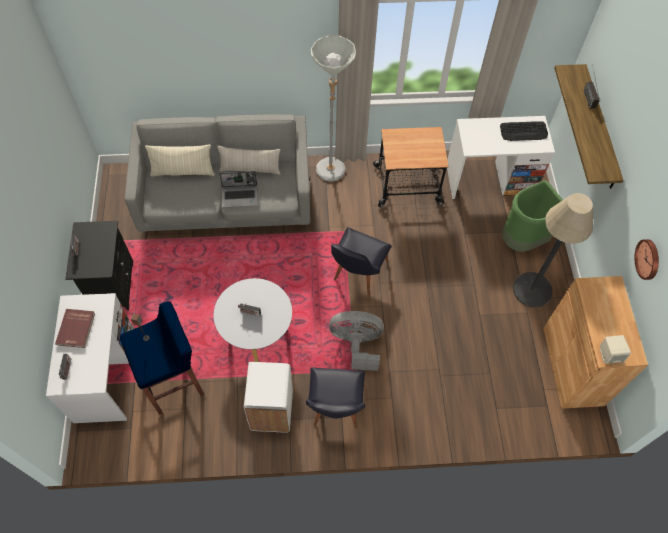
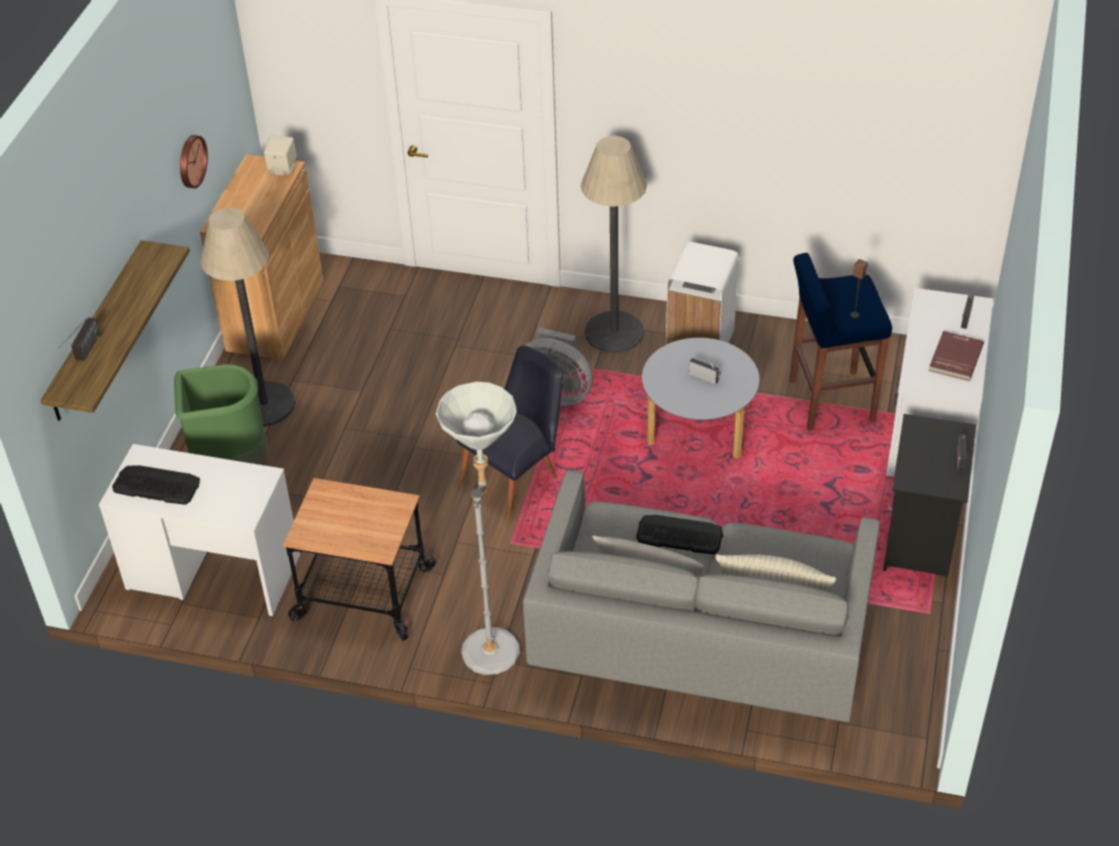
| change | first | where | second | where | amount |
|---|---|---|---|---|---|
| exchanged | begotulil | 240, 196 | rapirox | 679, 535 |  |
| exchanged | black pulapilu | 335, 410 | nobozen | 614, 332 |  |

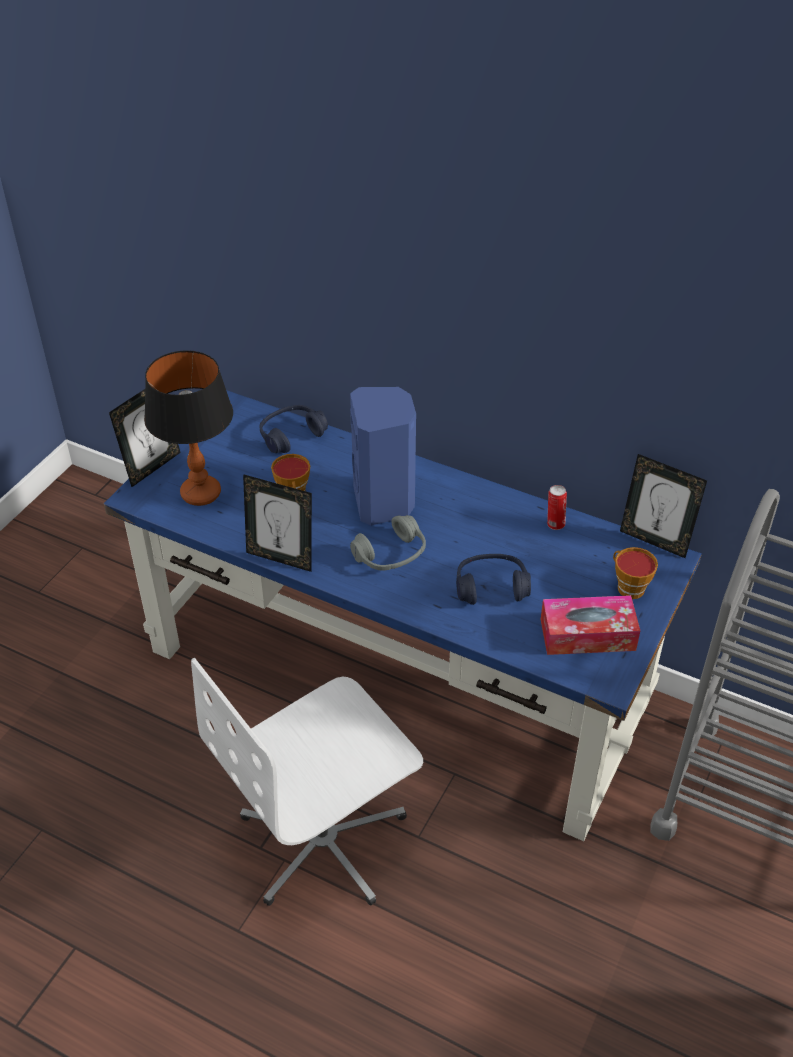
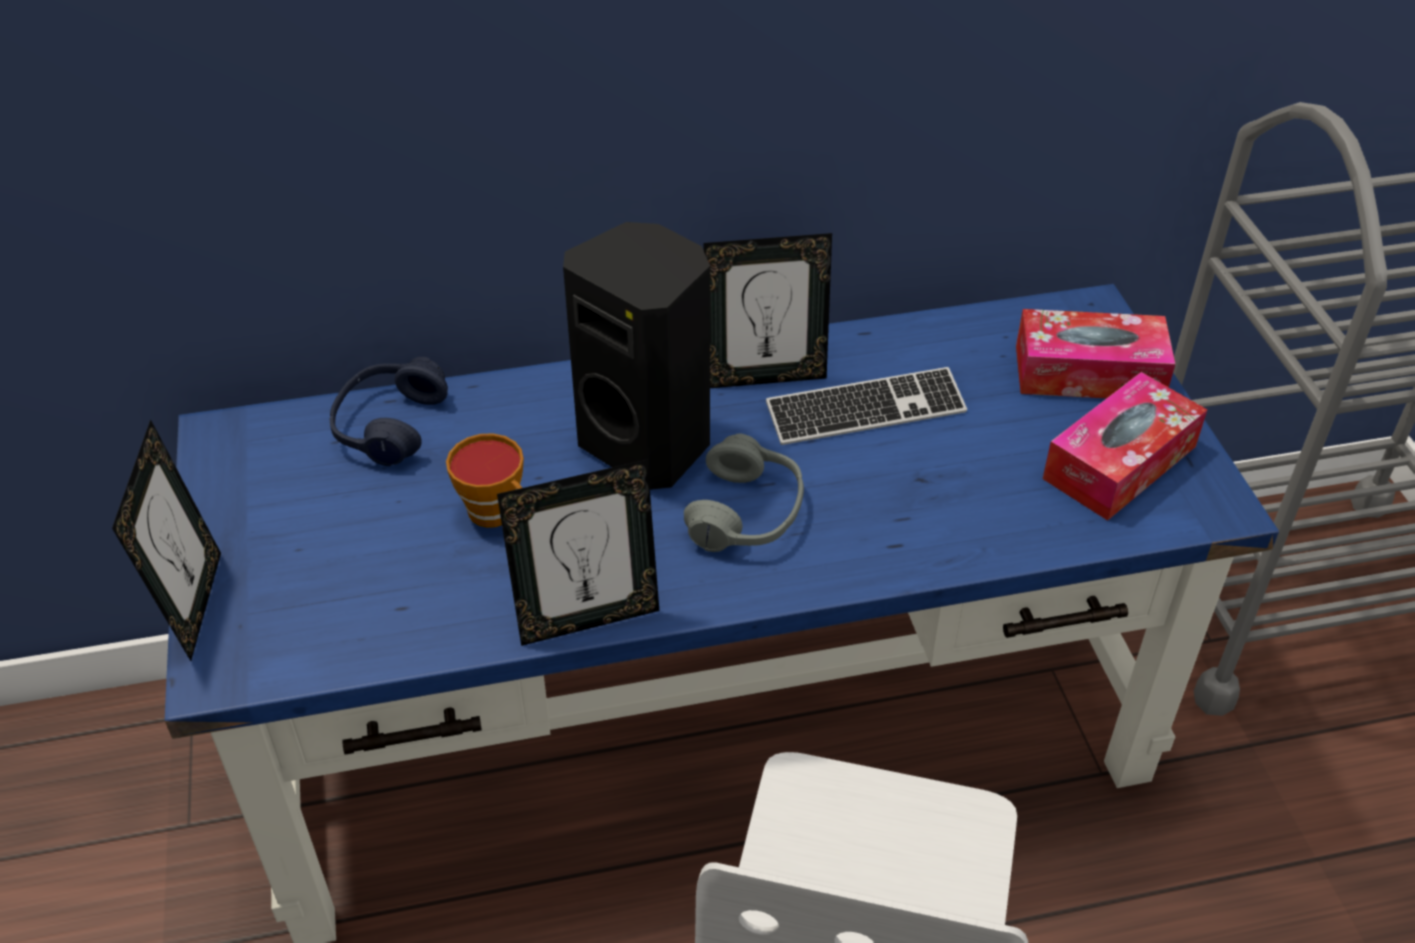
| change | first | where | second | where | amount |
|---|---|---|---|---|---|
| missing | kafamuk | 201, 494 |  |  |  |
| colour | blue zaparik | 384, 502 | black zaparik | 648, 444 |  |
| relocated | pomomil | 654, 541 |  | 765, 376 |  |
| missing | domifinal | 554, 524 |  |  |  |
| exchanged | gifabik | 628, 587 | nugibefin | 1088, 373 |  |
| missing | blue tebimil | 491, 587 |  |  |  |
| appeared |  |  | rapirox | 866, 410 |  |

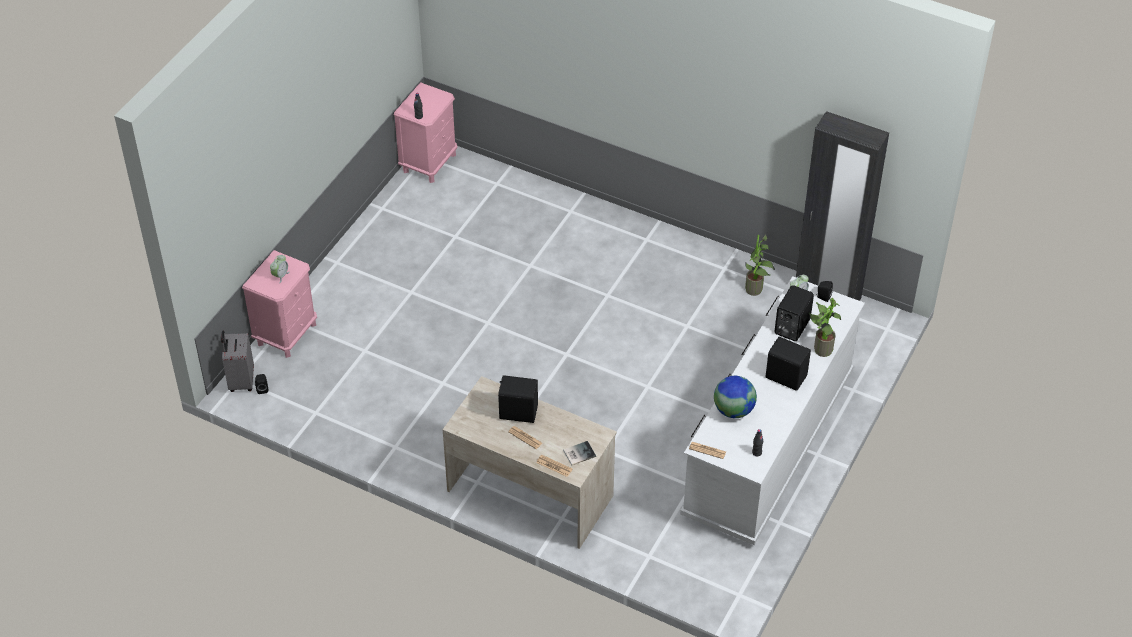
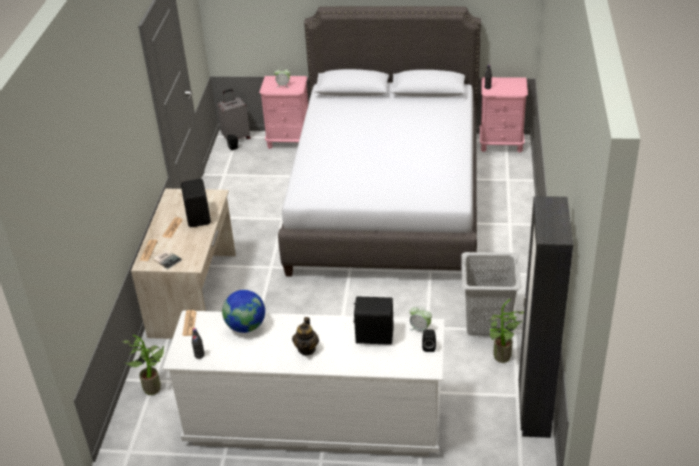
| change | first | where | second | where | amount |
|---|---|---|---|---|---|
| relocated | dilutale | 820, 349 |  | 153, 387 |  |
| exchanged | black zaparik | 785, 376 | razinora | 307, 349 |  |
| appeared |  |  | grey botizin | 386, 199 |  |
| appeared |  |  | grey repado | 488, 322 |  |

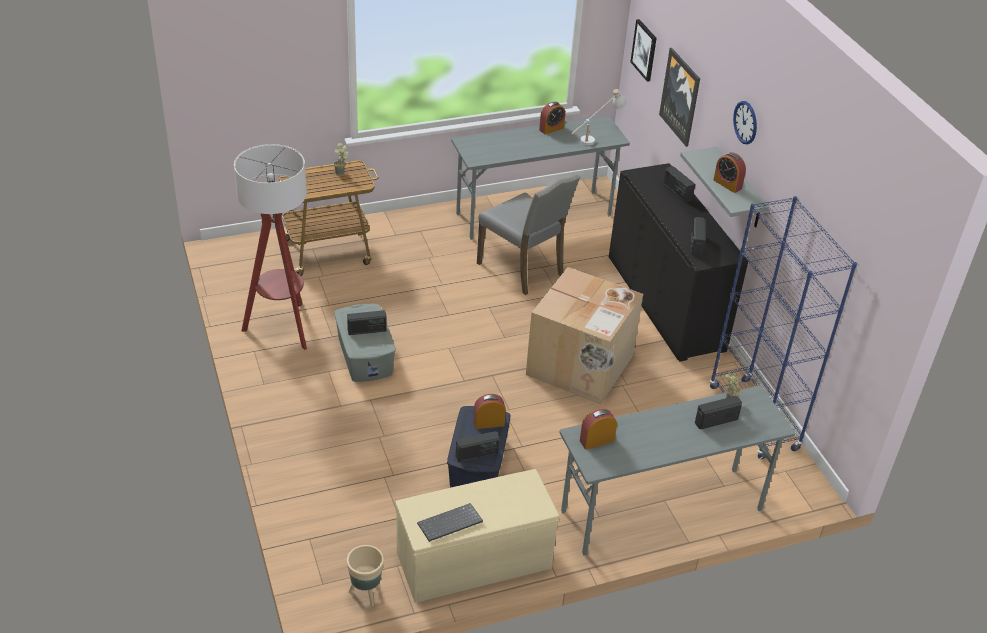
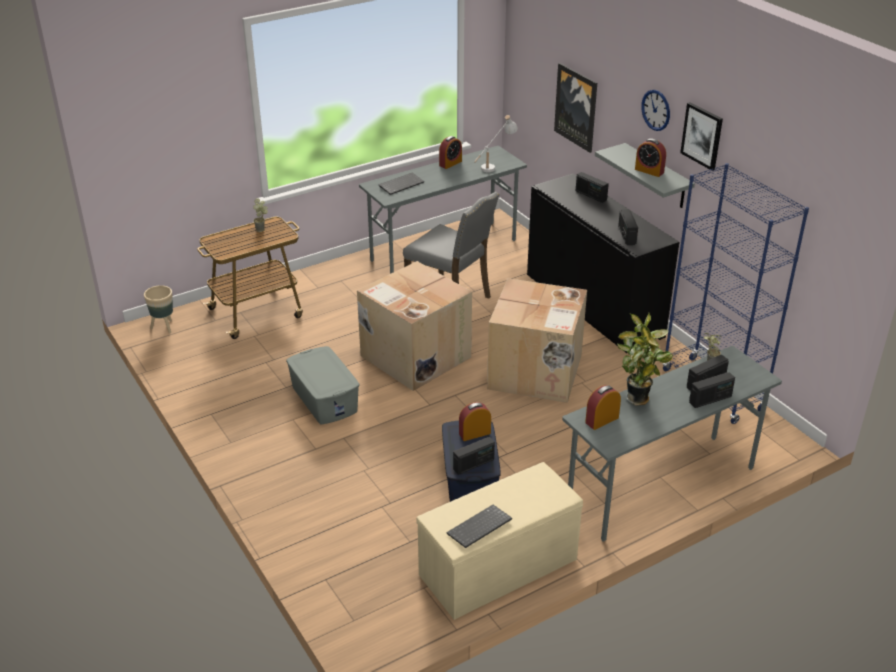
| change | first | where | second | where | amount |
|---|---|---|---|---|---|
| relocated | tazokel | 644, 50 |  | 702, 135 |  |
| missing | nobozen | 282, 327 |  |  |  |
| relocated | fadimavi | 367, 330 |  | 710, 399 |  |
| relocated | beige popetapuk | 366, 593 |  | 164, 327 |  |
| appeared |  |  | rapirox | 401, 184 |  |
| appeared |  |  | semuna | 413, 356 |  |
| appeared |  |  | dilutale | 639, 400 |  |

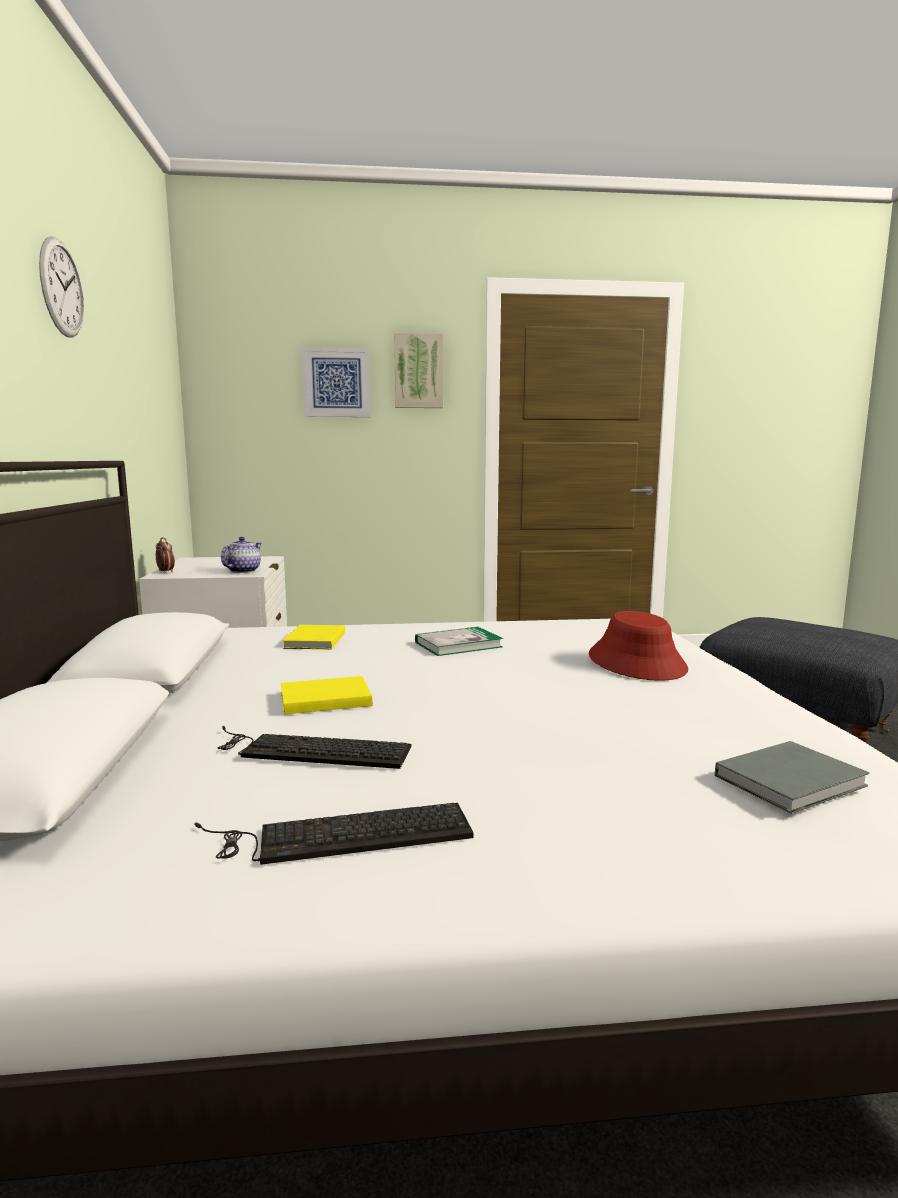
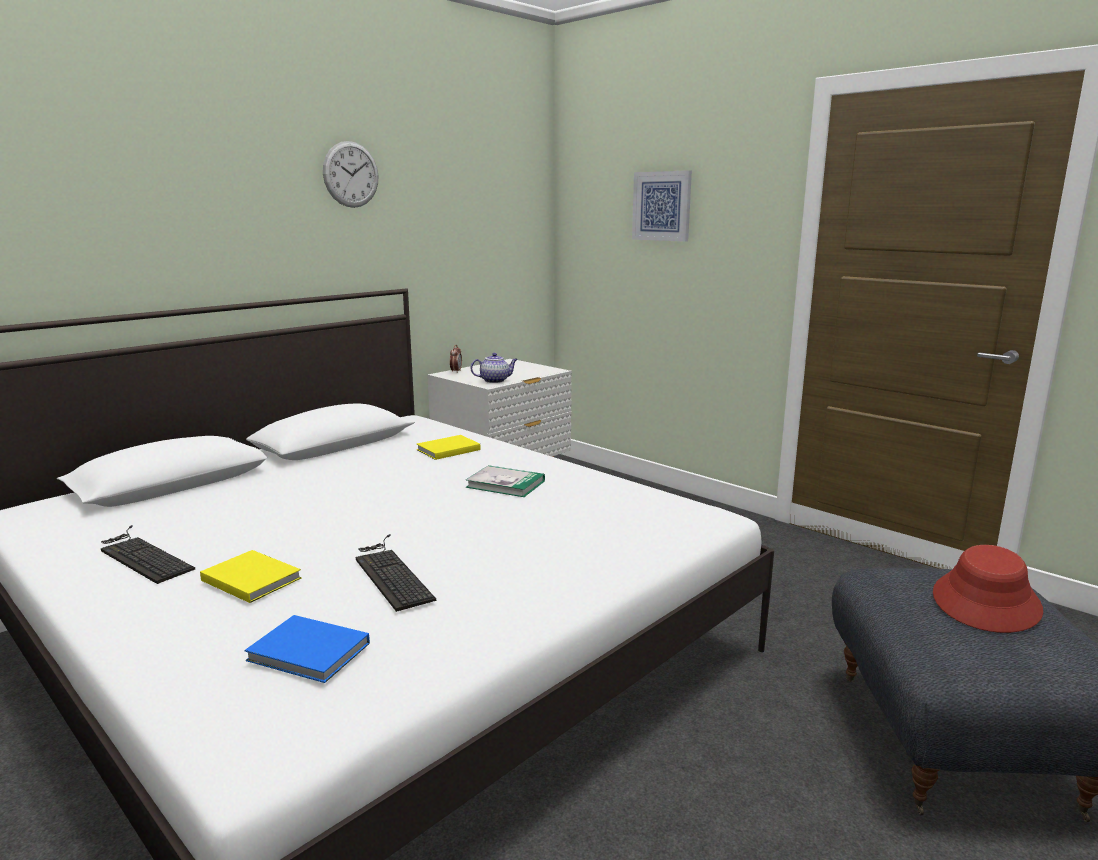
| change | first | where | second | where | amount |
|---|---|---|---|---|---|
| missing | tazokel | 418, 371 |  |  |  |
| relocated | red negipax | 637, 662 |  | 986, 602 |  |
| relocated | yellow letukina | 323, 699 |  | 251, 578 |  |
| relocated | rapirox | 308, 750 |  | 390, 572 |  |
| colour | grey letukina | 794, 781 | blue letukina | 310, 653 |  |

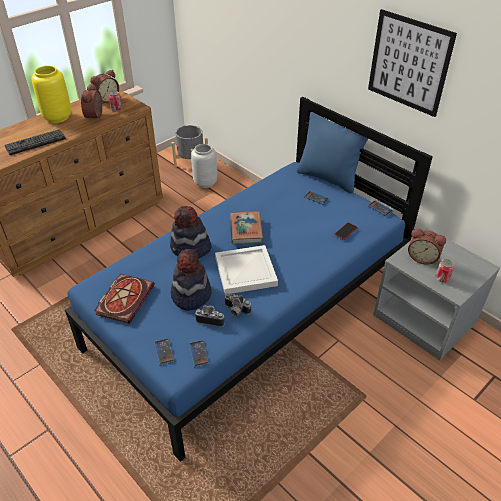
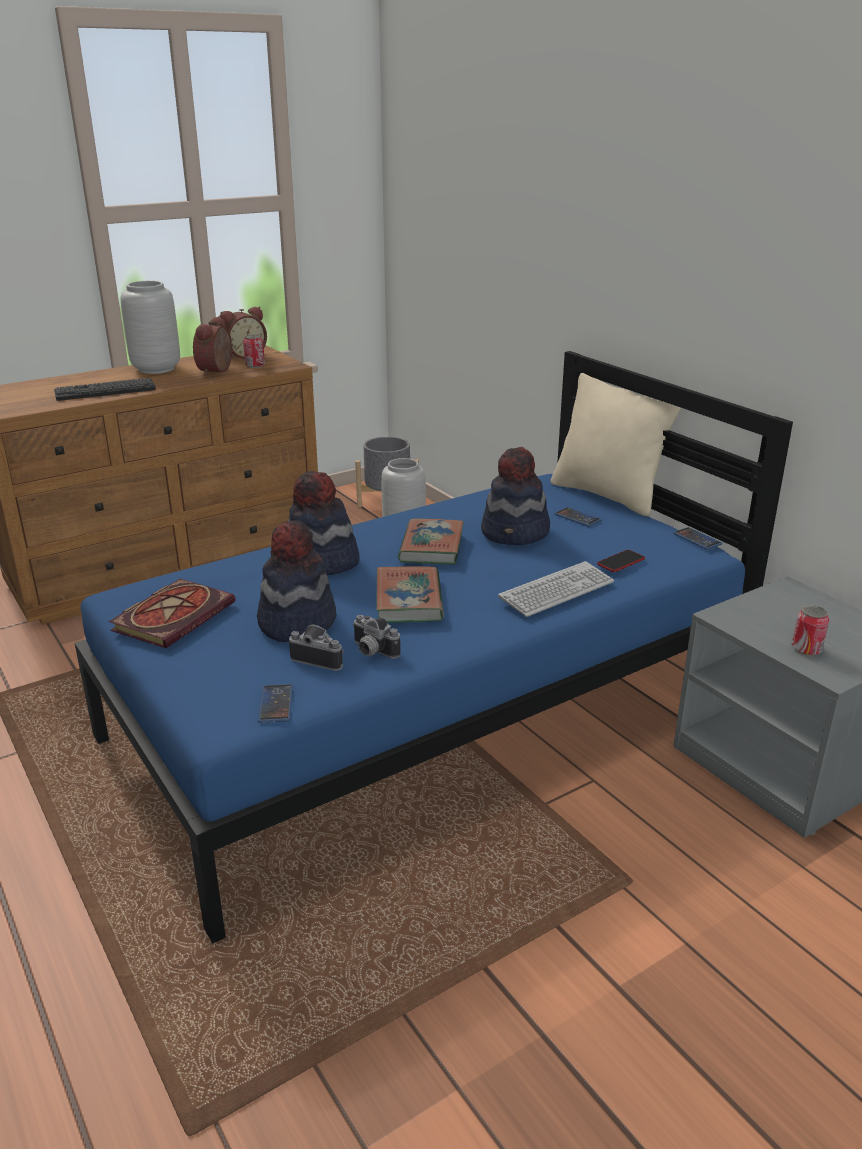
| change | first | where | second | where | amount |
|---|---|---|---|---|---|
| missing | tazokel | 409, 63 |  |  |  |
| colour | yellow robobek | 58, 117 | grey robobek | 157, 369 |  |
| colour | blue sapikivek | 328, 178 | beige sapikivek | 608, 495 |  |
| missing | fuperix | 422, 257 |  |  |  |
| exchanged | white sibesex | 245, 272 | letukina | 409, 600 |  |
| missing | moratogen | 164, 352 |  |  |  |
| appeared |  |  | negipax | 515, 533 |  |
| appeared |  |  | rapirox | 557, 591 |  |

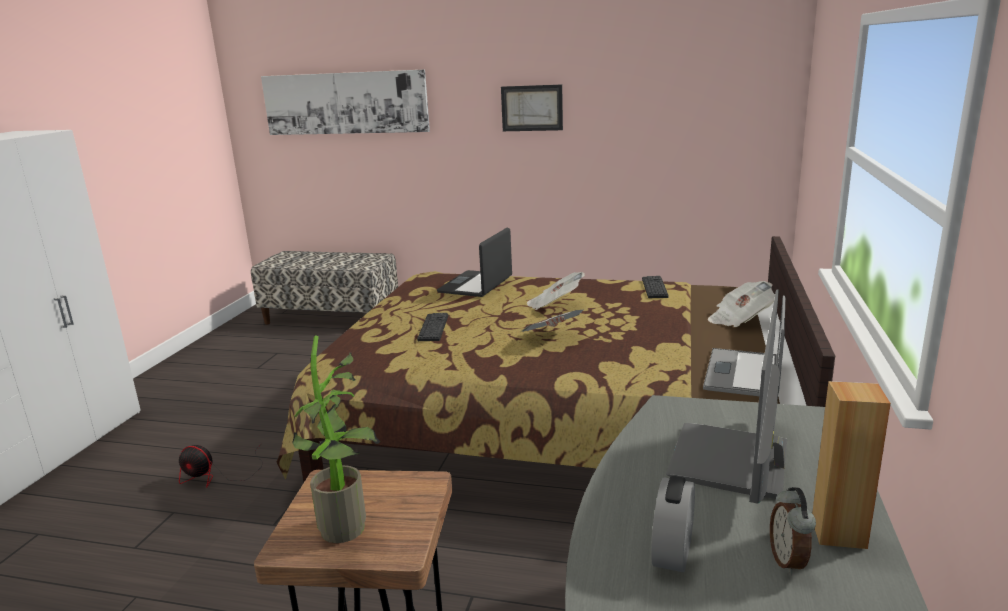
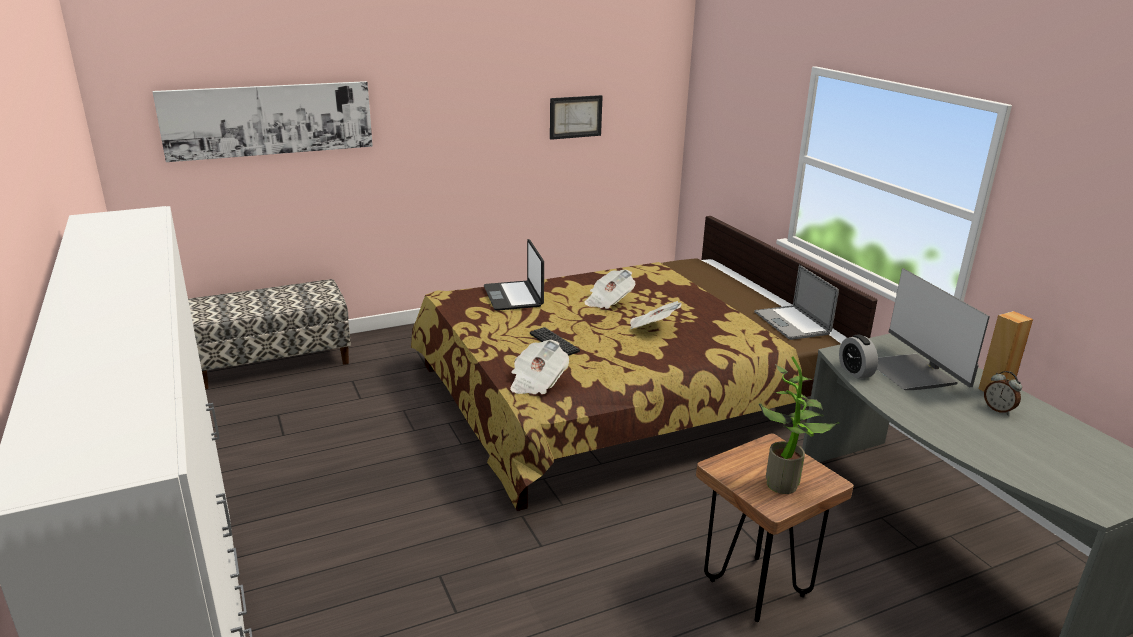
| change | first | where | second | where | amount |
|---|---|---|---|---|---|
| relocated | tazokel | 532, 108 |  | 575, 117 |  |
| missing | rapirox | 654, 288 |  |  |  |
| relocated | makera | 739, 320 |  | 537, 382 |  |
| missing | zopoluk | 218, 475 |  |  |  |
| relocated | fuperix | 672, 551 |  | 855, 371 |  |

